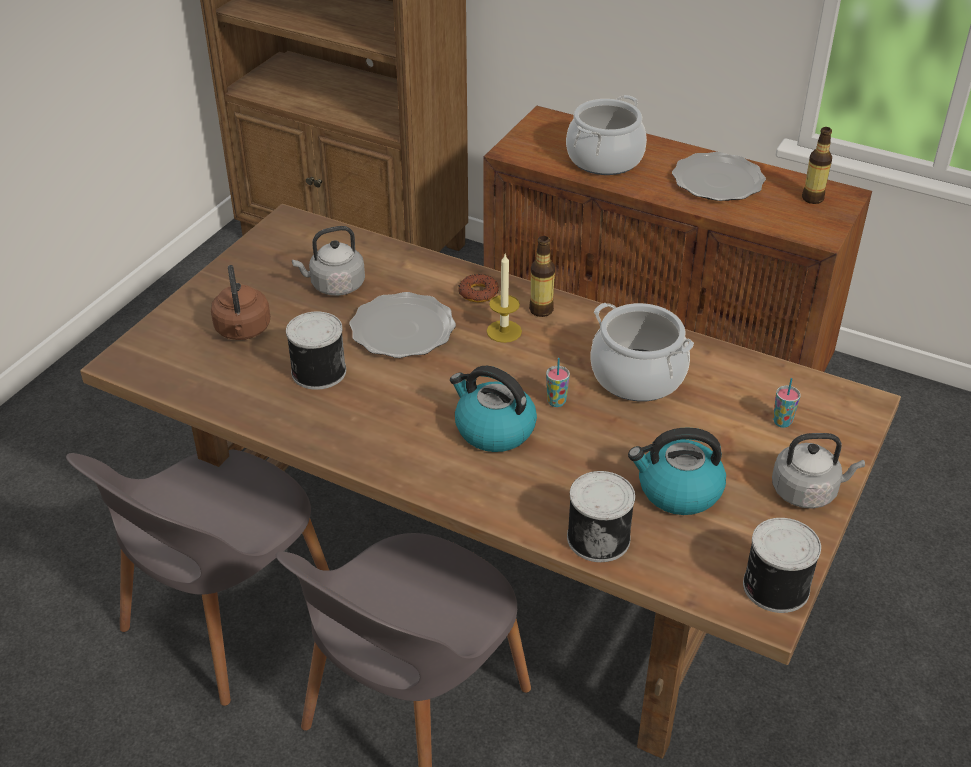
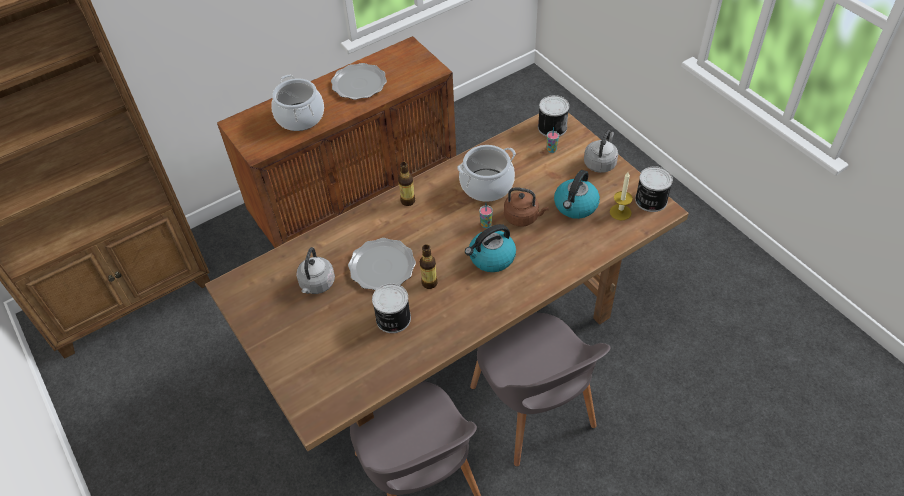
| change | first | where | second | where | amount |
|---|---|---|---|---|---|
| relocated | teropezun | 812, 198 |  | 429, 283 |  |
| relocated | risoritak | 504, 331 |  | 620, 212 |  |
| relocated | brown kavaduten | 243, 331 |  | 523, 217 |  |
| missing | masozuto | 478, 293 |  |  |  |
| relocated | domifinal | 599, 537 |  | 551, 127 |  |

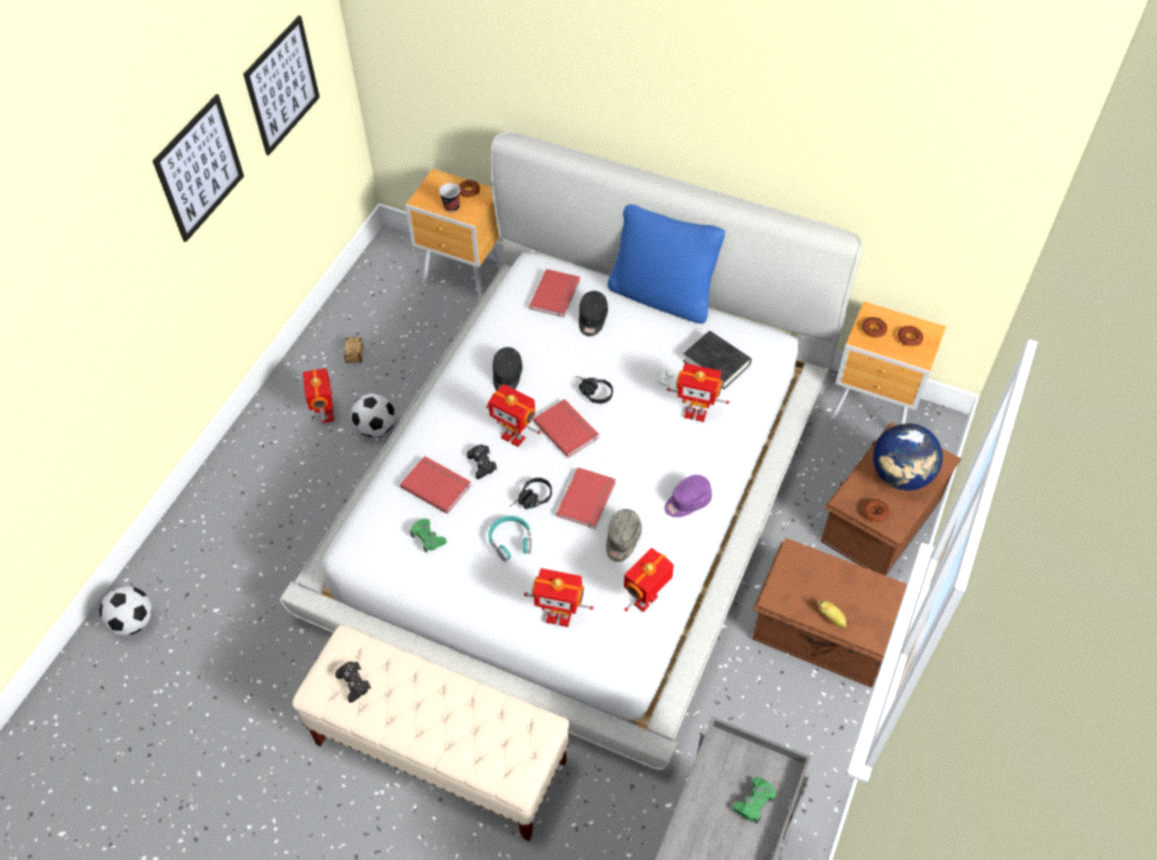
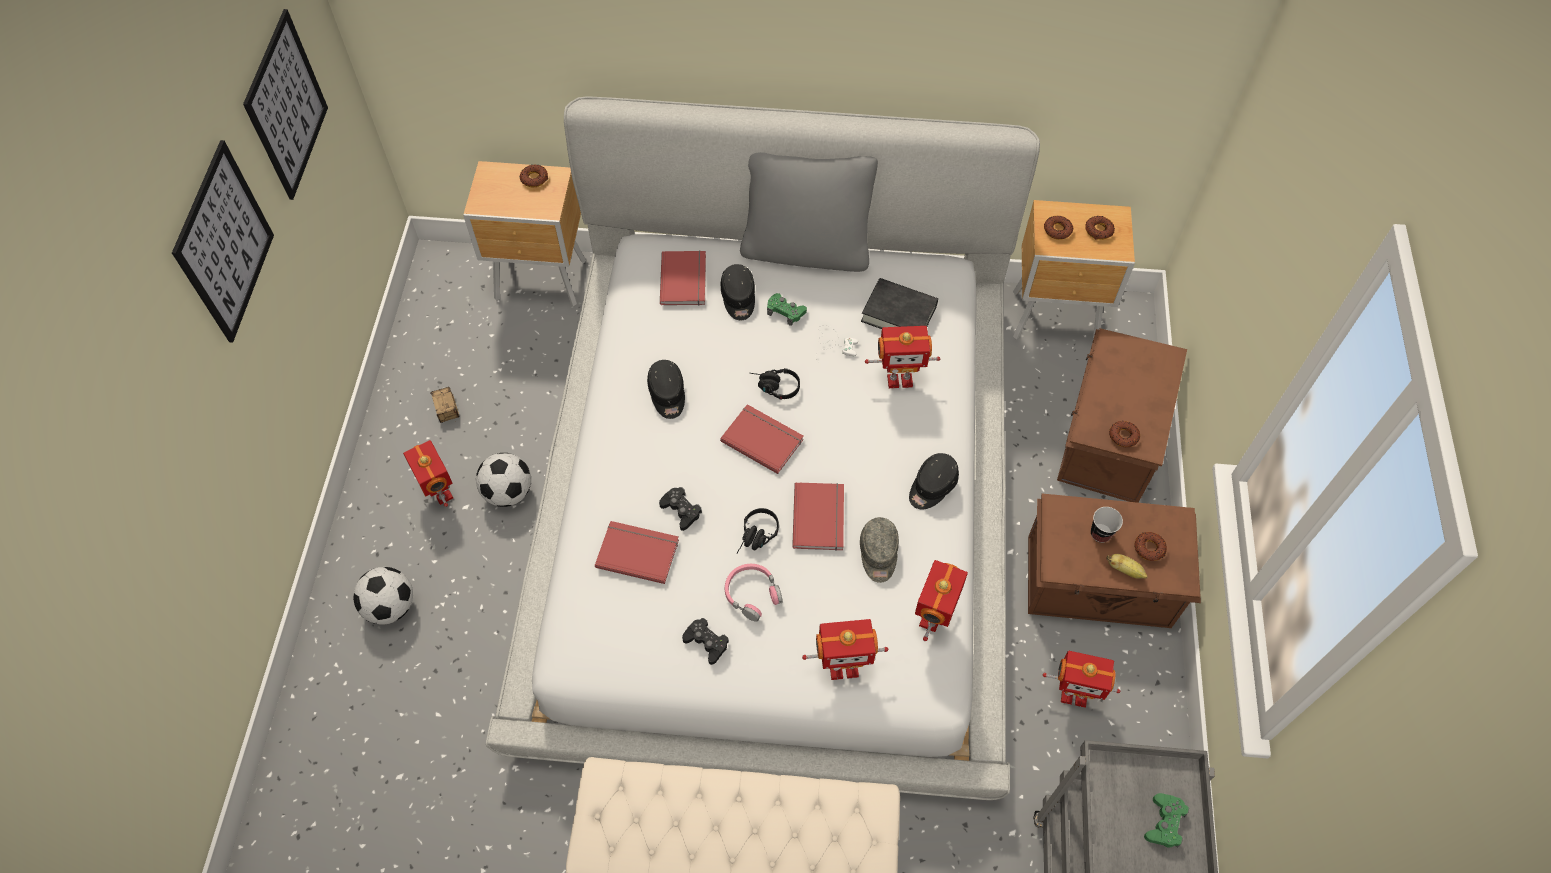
| change | first | where | second | where | amount |
|---|---|---|---|---|---|
| relocated | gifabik | 451, 207 |  | 1100, 534 |  |
| colour | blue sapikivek | 662, 296 | grey sapikivek | 806, 249 |  |
| relocated | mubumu | 514, 436 |  | 1074, 695 |  |
| missing | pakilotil | 900, 476 |  |  |  |
| colour | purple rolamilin | 687, 502 | black rolamilin | 931, 487 |  |
| colour | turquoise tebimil | 511, 541 | pink tebimil | 752, 594 |  |
| relocated | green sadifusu | 428, 538 |  | 785, 312 |  |
| relocated | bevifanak | 133, 622 |  | 390, 606 |  |
| relocated | black sadifusu | 354, 683 |  | 706, 642 |  |
| appeared |  |  | masozuto | 1149, 548 |  |

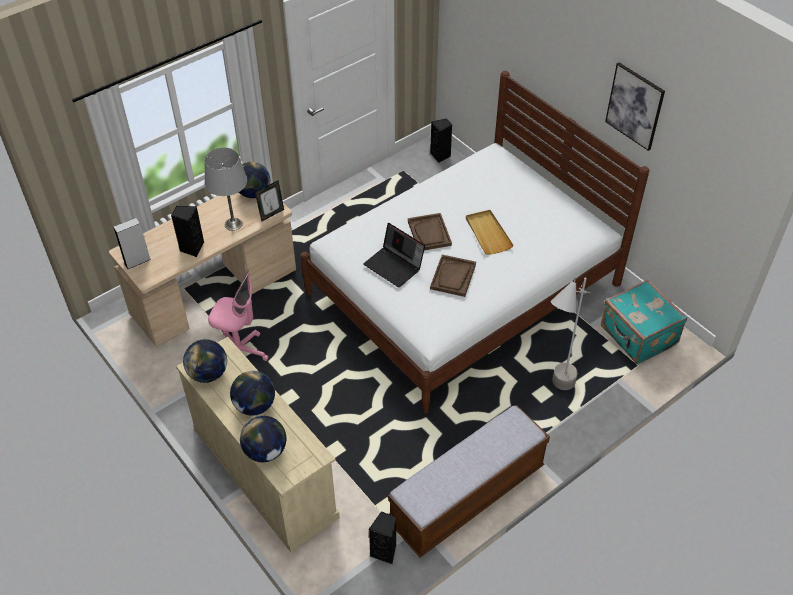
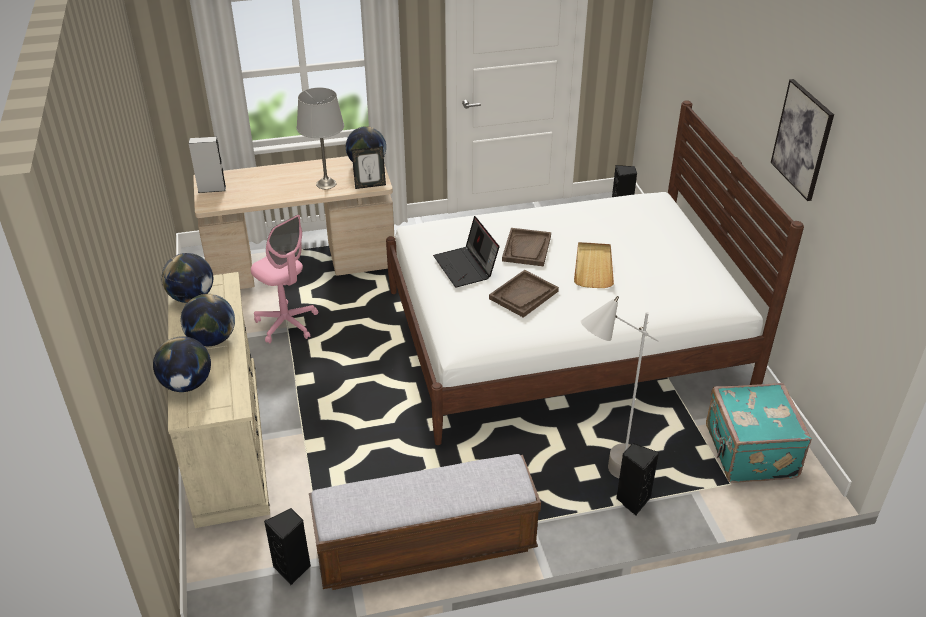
| change | first | where | second | where | amount |
|---|---|---|---|---|---|
| relocated | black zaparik | 191, 248 |  | 632, 500 |  |

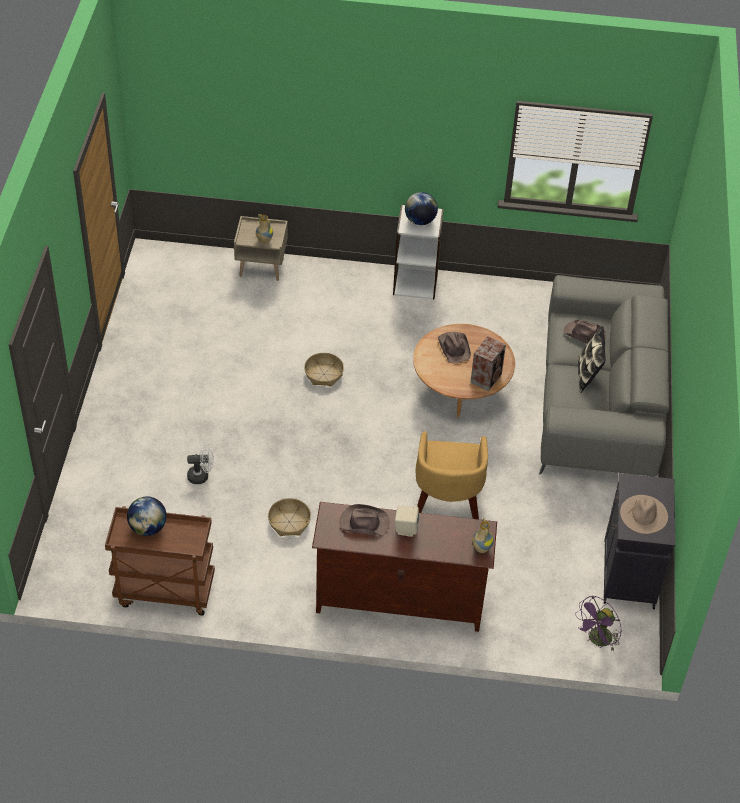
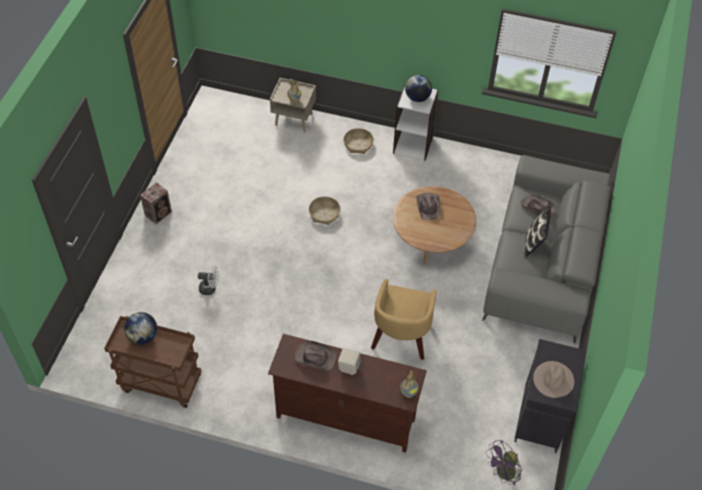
| change | first | where | second | where | amount |
|---|---|---|---|---|---|
| relocated | zaparik | 487, 378 |  | 159, 213 |  |
| relocated | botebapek | 289, 522 |  | 358, 144 |  |

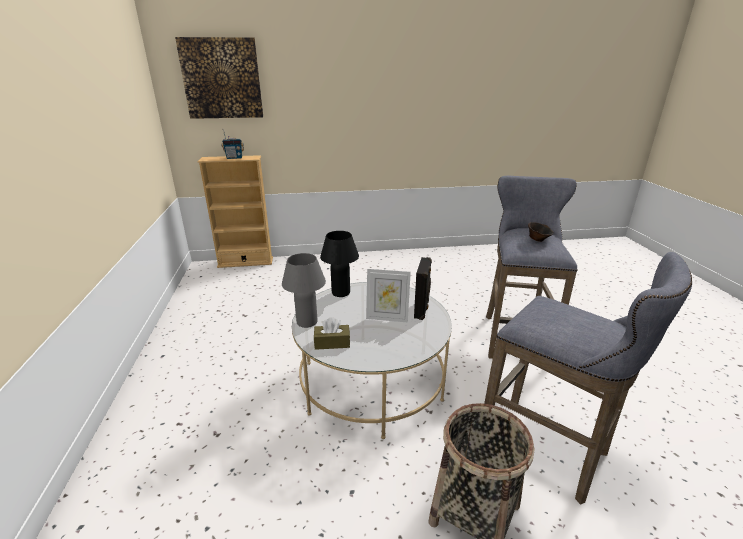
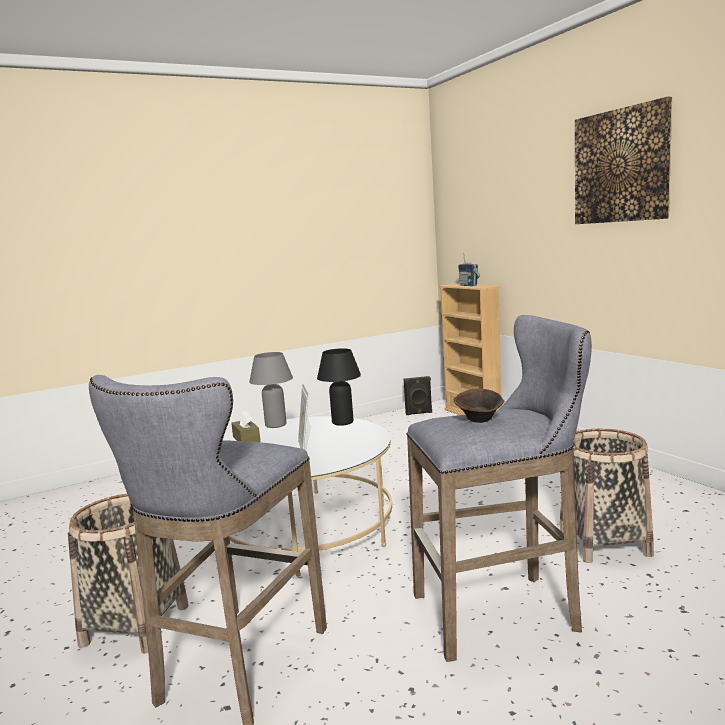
| change | first | where | second | where | amount |
|---|---|---|---|---|---|
| relocated | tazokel | 222, 79 |  | 621, 166 |  |
| relocated | black zaparik | 422, 309 |  | 419, 413 |  |
| appeared |  |  | botebapek | 604, 543 |  |

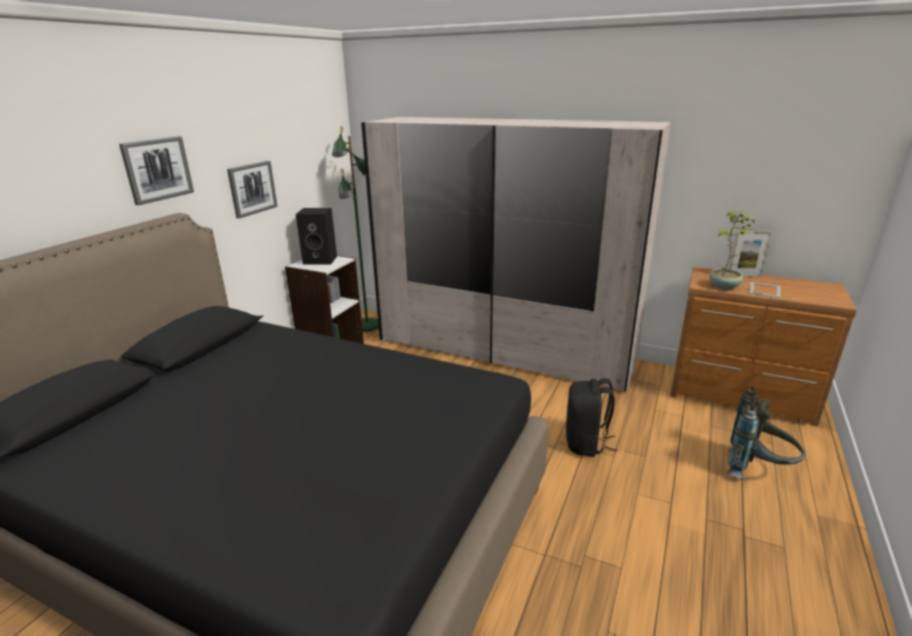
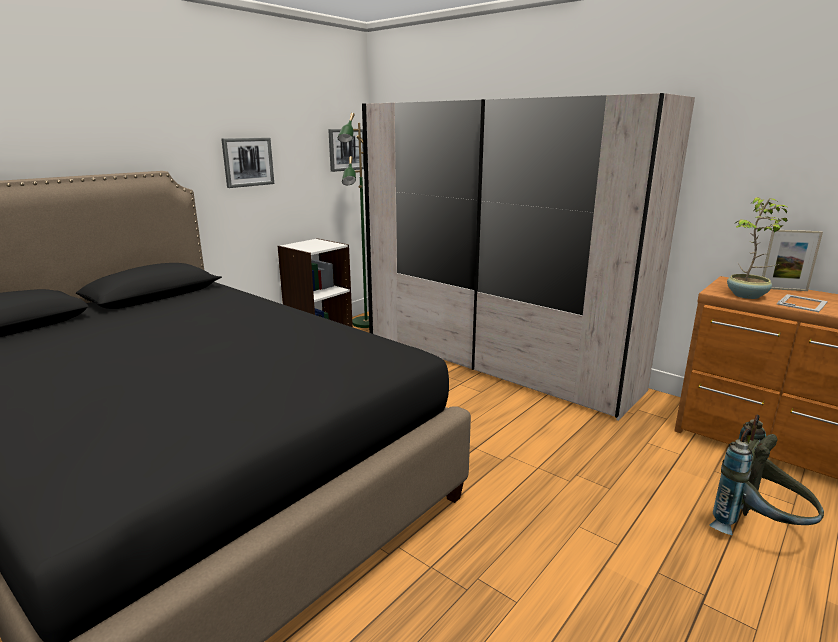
| change | first | where | second | where | amount |
|---|---|---|---|---|---|
| relocated | tazokel | 157, 169 |  | 346, 149 |  |
| missing | black zaparik | 321, 260 |  |  |  |
| missing | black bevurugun | 586, 443 |  |  |  |

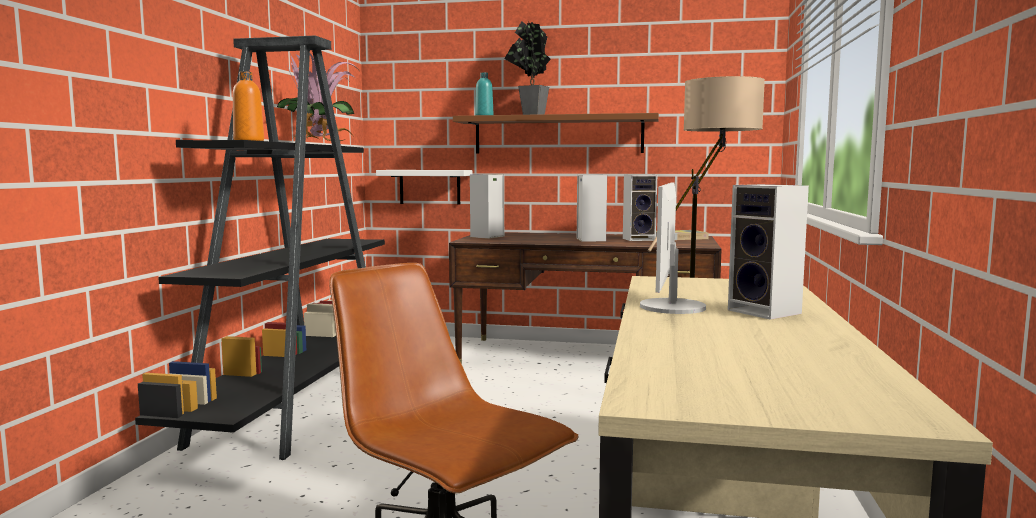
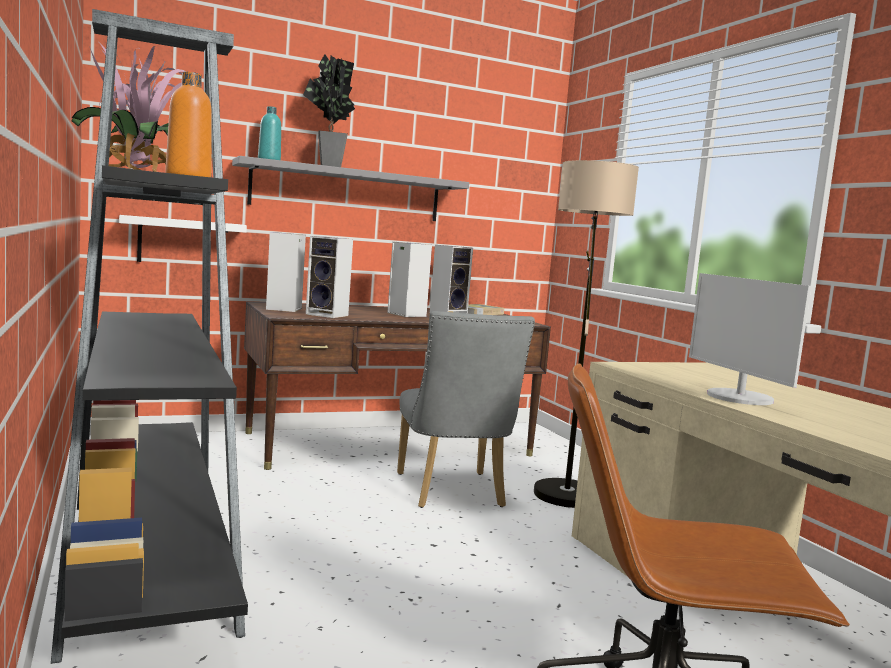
| change | first | where | second | where | amount |
|---|---|---|---|---|---|
| colour | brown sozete | 558, 135 | grey sozete | 347, 192 |  |
| relocated | zaparik | 767, 312 |  | 329, 315 |  |
| appeared |  |  | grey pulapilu | 452, 493 |  |

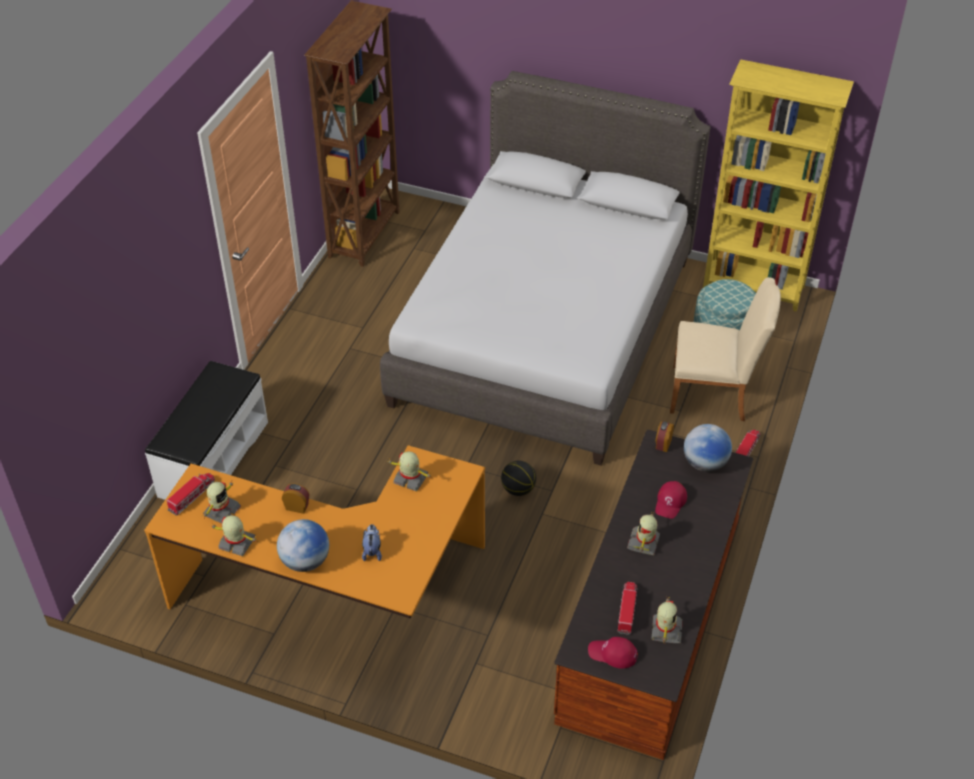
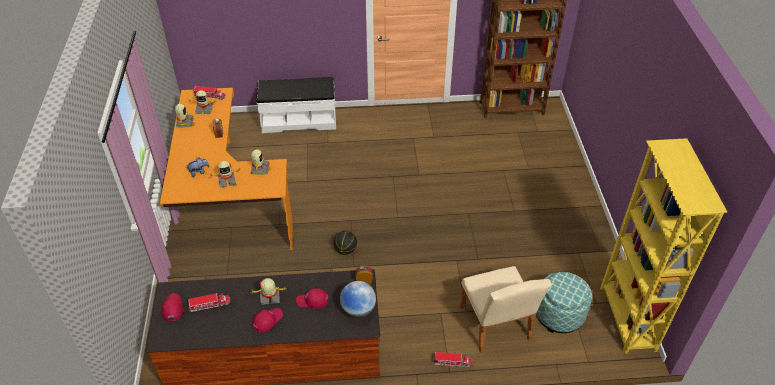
| change | first | where | second | where | amount |
|---|---|---|---|---|---|
| missing | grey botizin | 544, 330 |  |  |  |
| missing | pakilotil | 305, 561 |  |  |  |
| relocated | mubumu | 665, 630 |  | 227, 180 |  |
| appeared |  |  | red rolamilin | 267, 320 |  |

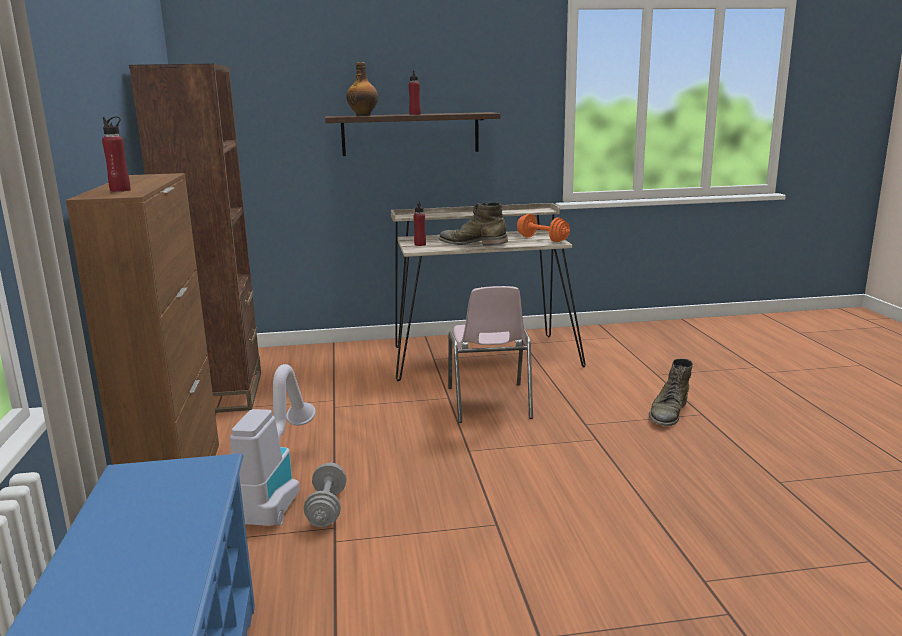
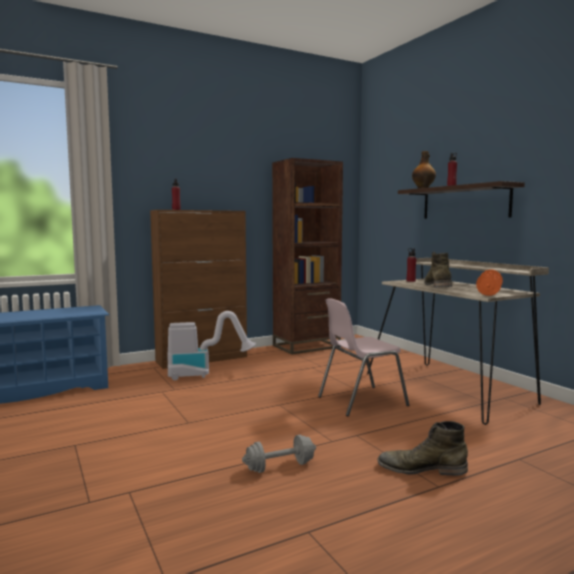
| change | first | where | second | where | amount |
|---|---|---|---|---|---|
| relocated | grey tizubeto | 327, 508 |  | 280, 467 |  |

